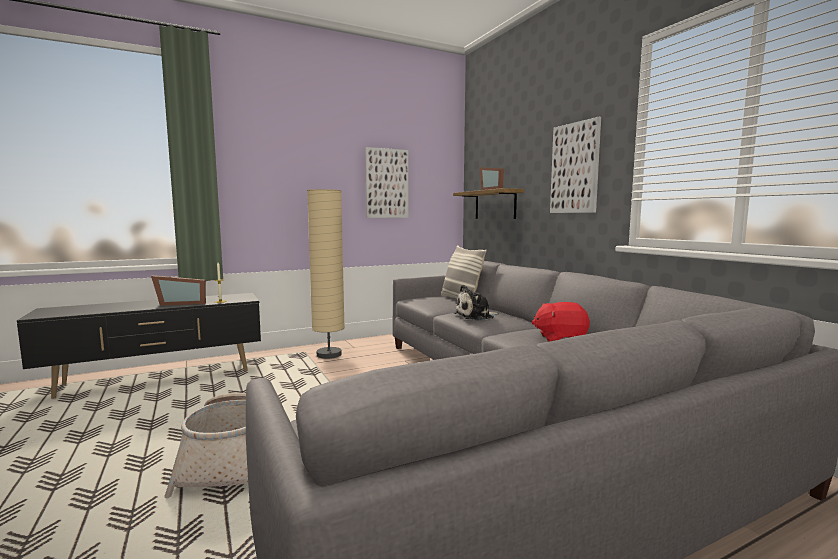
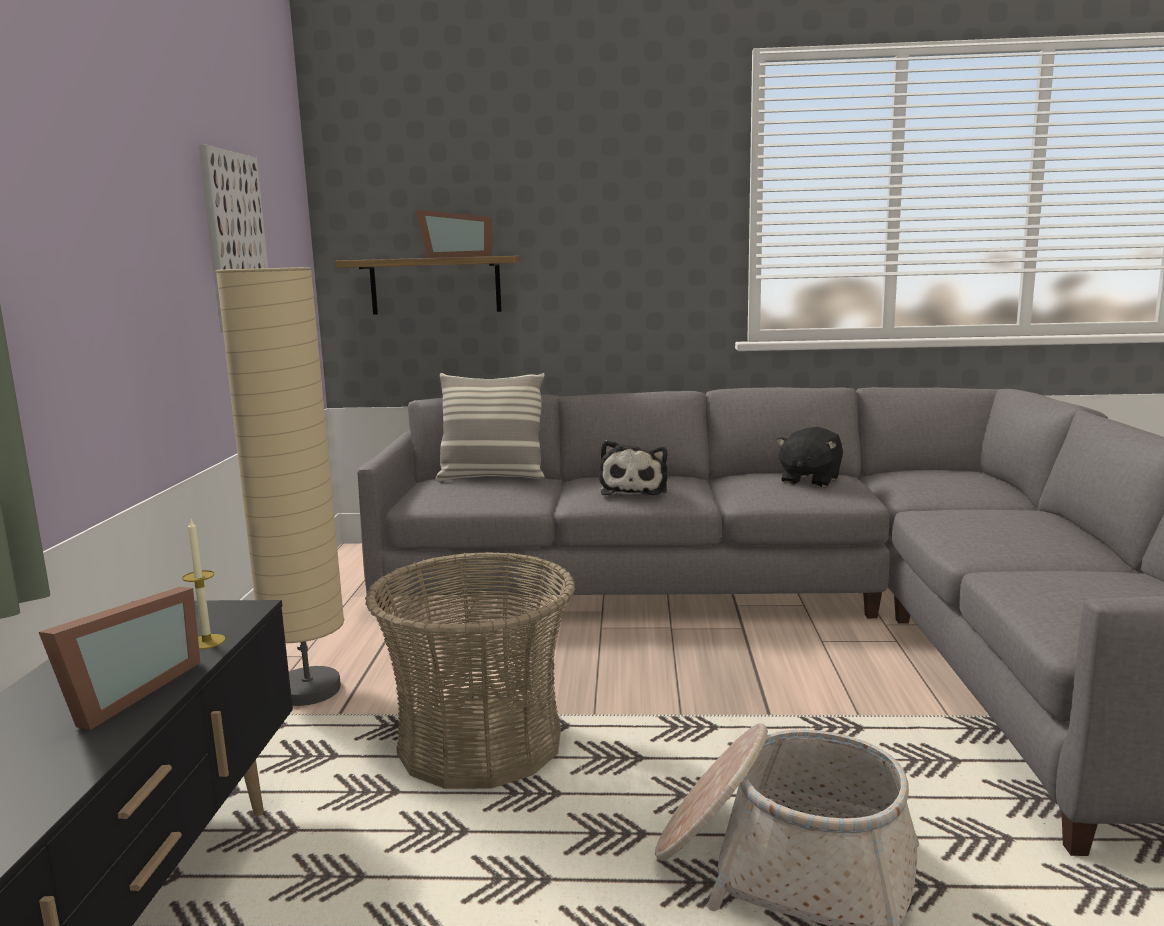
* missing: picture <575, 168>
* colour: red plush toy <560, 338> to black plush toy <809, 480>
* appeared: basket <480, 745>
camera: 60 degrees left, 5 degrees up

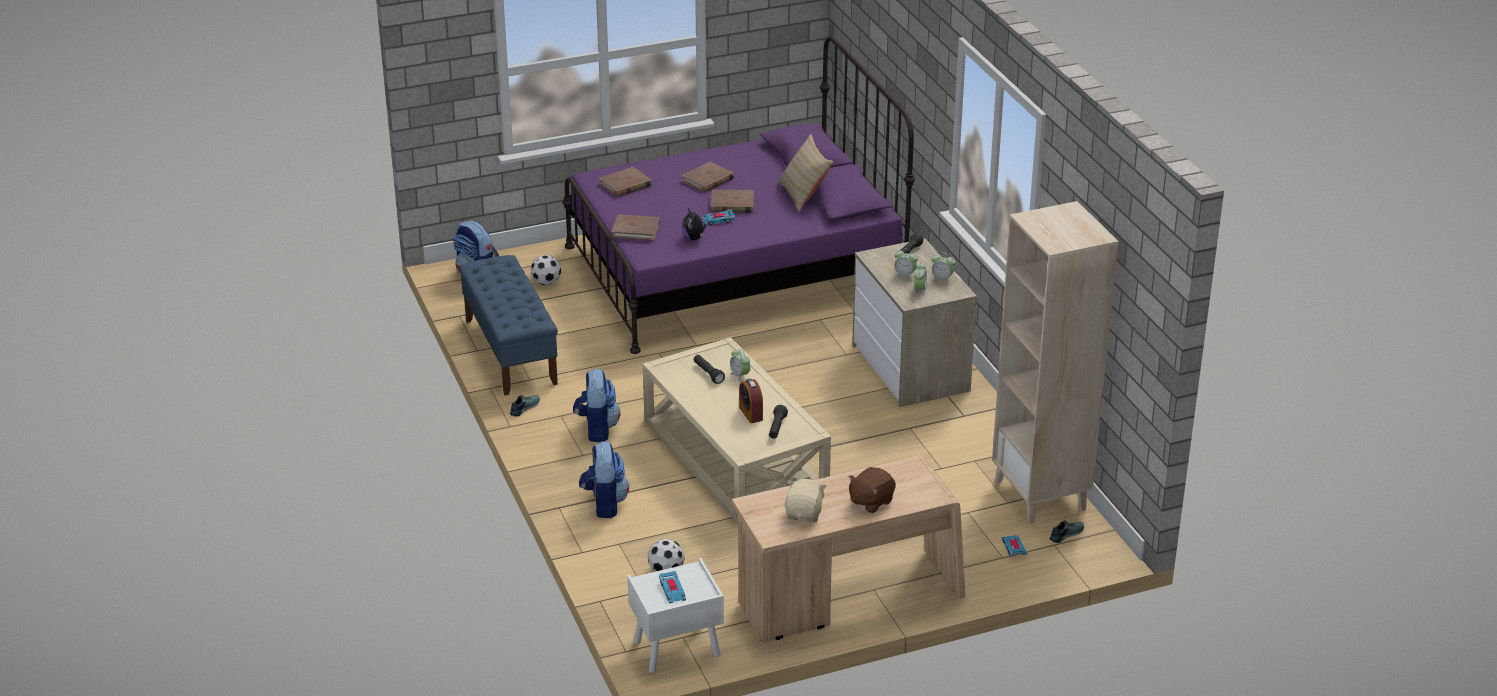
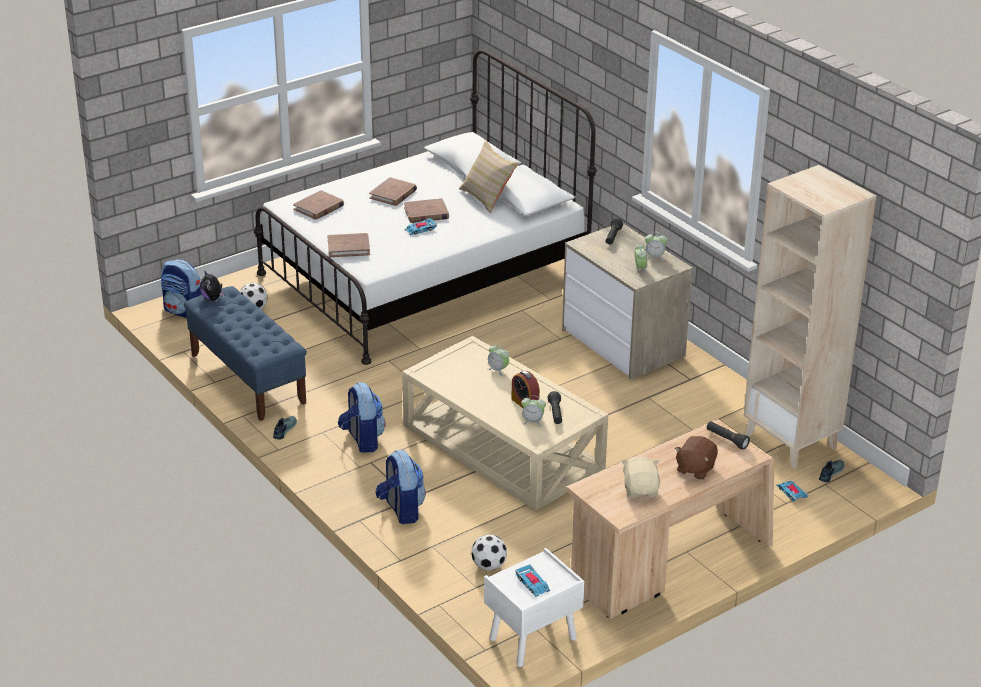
* colour: purple bed <734, 271> to white bed <424, 277>
* relocated: plush toy <694, 238> to <213, 298>
* relocated: alarm clock <905, 275> to <533, 421>
* relocated: black flashlight <708, 374> to <726, 440>
camera: 15 degrees left, 0 degrees up

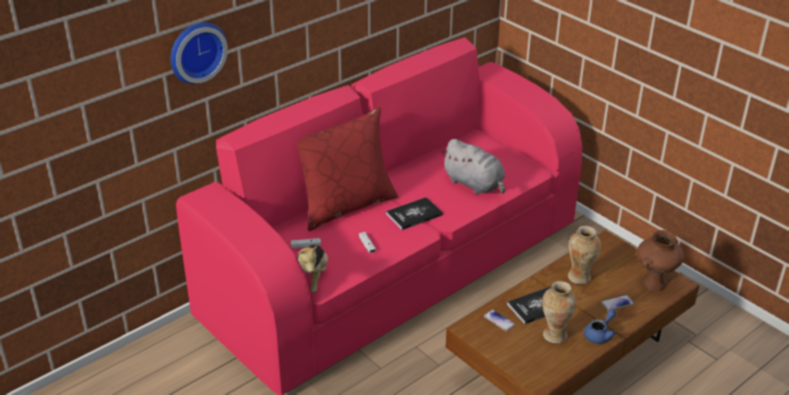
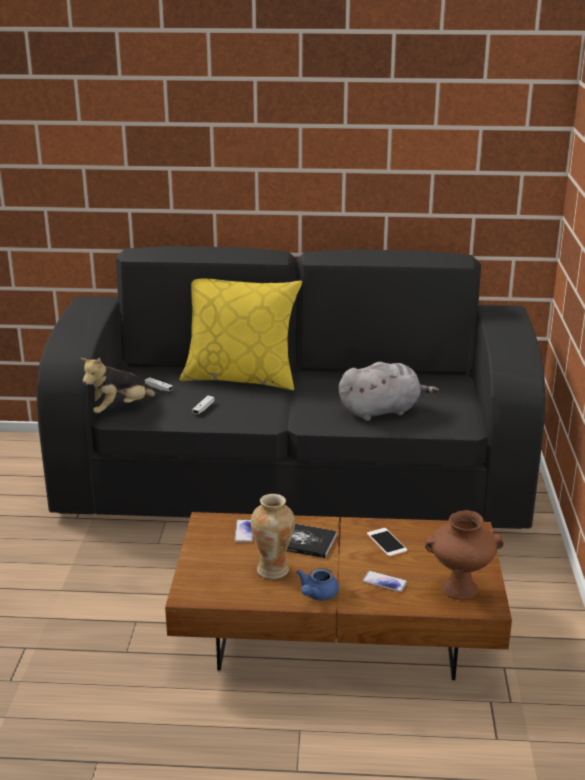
* missing: wall clock <196, 51>
* colour: pink sofa <394, 269> to black sofa <293, 483>
* colour: red pillow <345, 205> to yellow pillow <241, 378>
* spun: grey plush toy <475, 184> = <382, 411> 105 degrees counterclockwise
* missing: book <414, 214>
* exchanged: vase <580, 277> to phone <386, 542>
* spun: blue teapot <600, 334> = <317, 595> 120 degrees clockwise
camera: 45 degrees right, 10 degrees down

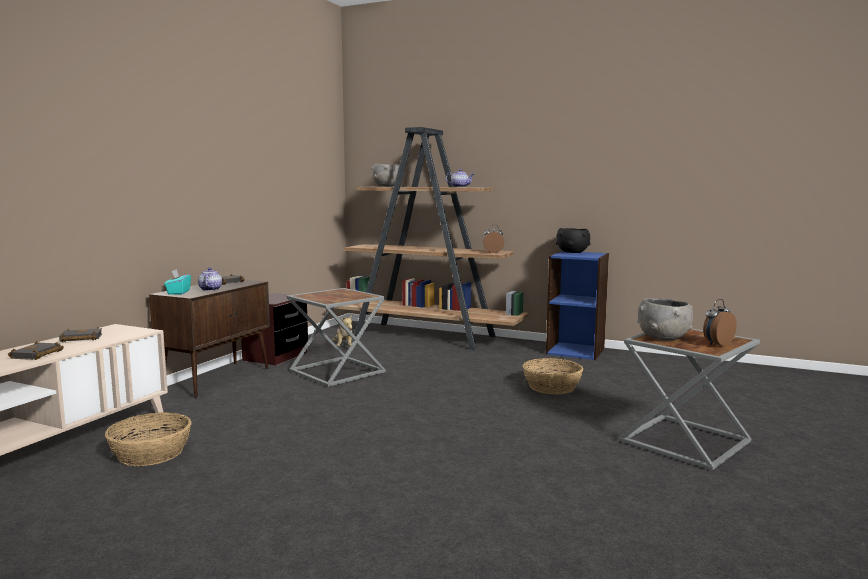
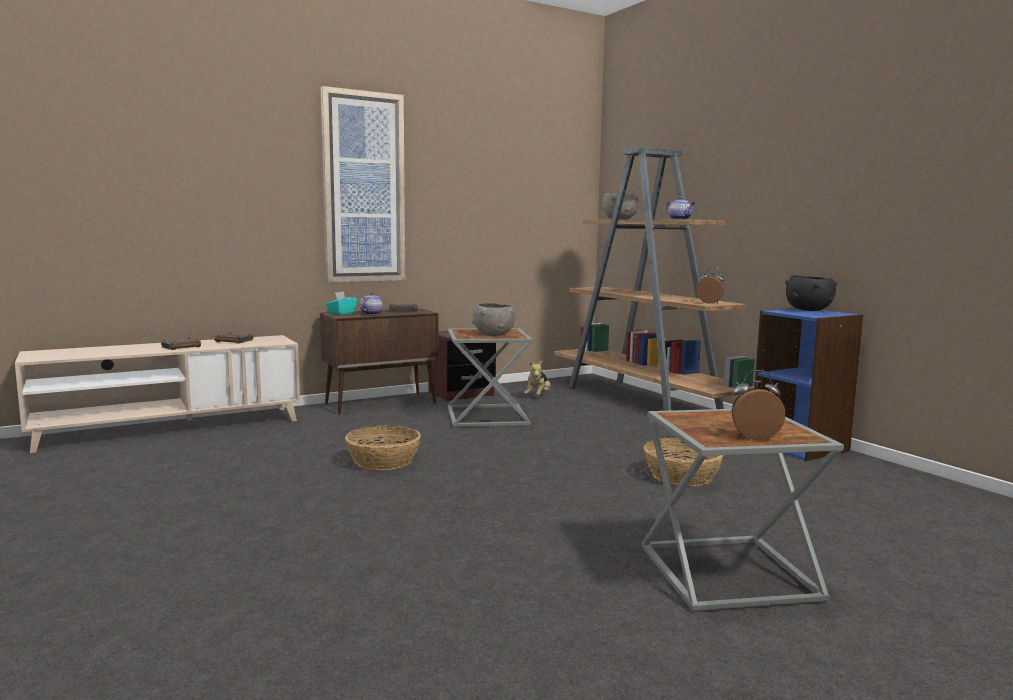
* relocated: grey bowl <663, 338> to <494, 334>
* relocated: basket <151, 454> to <383, 461>
* appeared: picture <363, 188>
camera: 35 degrees right, 0 degrees up

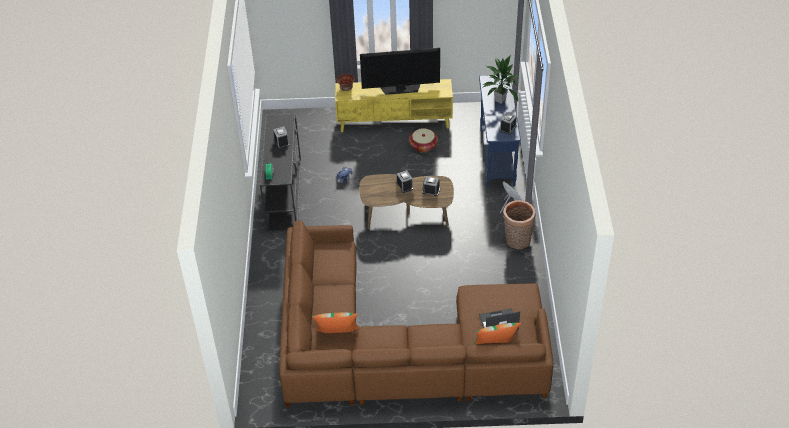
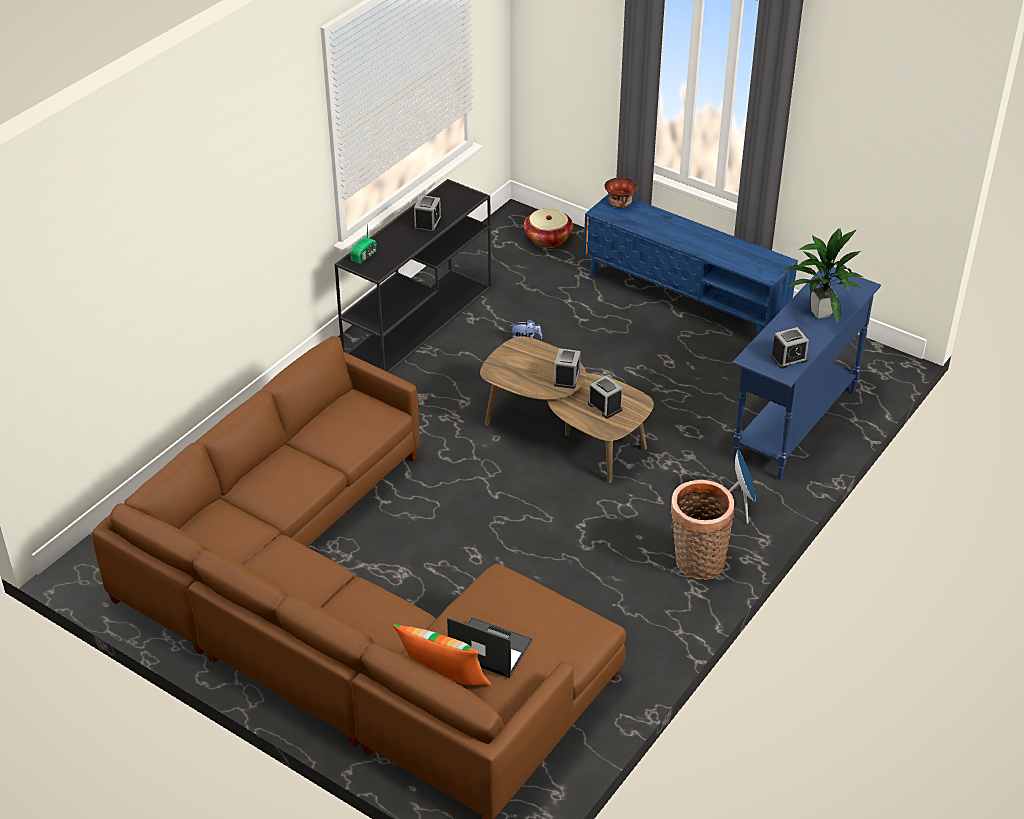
* missing: television <400, 88>
* colour: yellow tv stand <395, 121> to blue tv stand <685, 299>
* relocated: basket <423, 146> to <548, 238>
* missing: pillow <337, 335>
camera: 35 degrees right, 5 degrees down

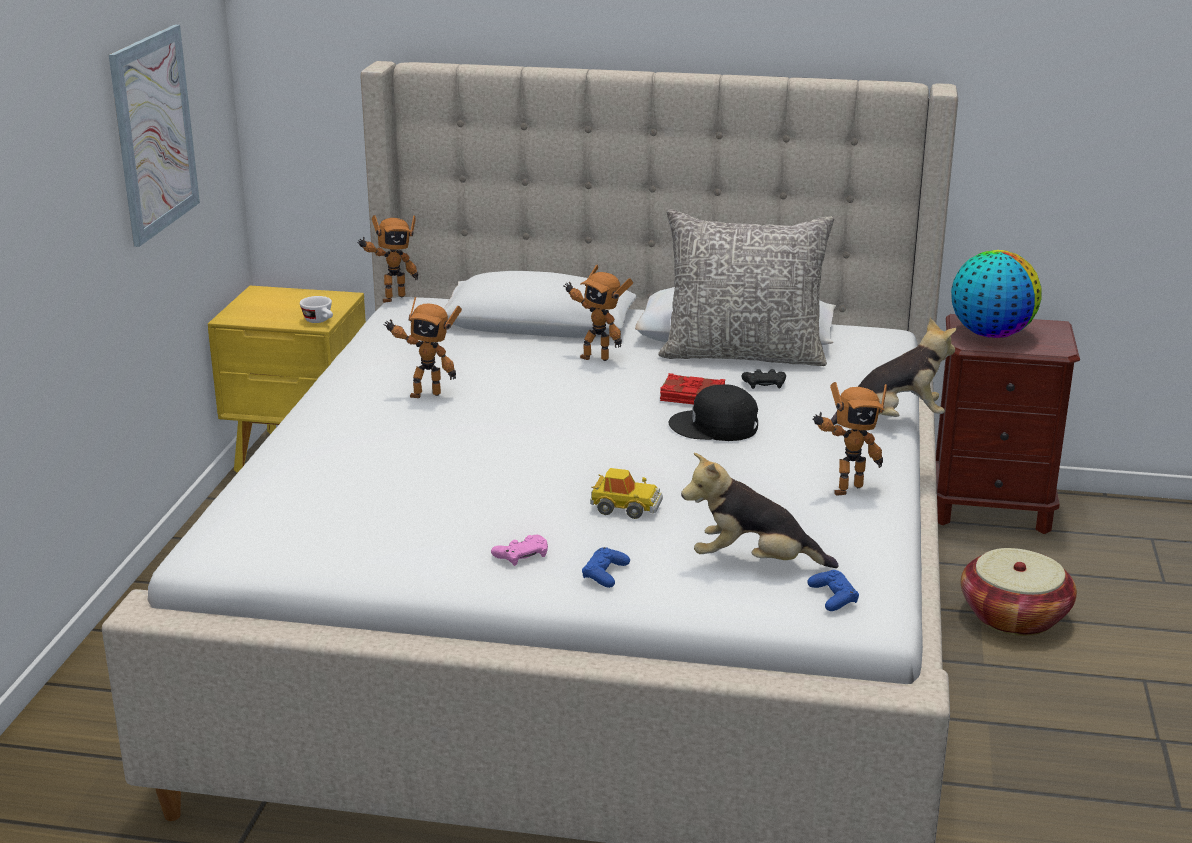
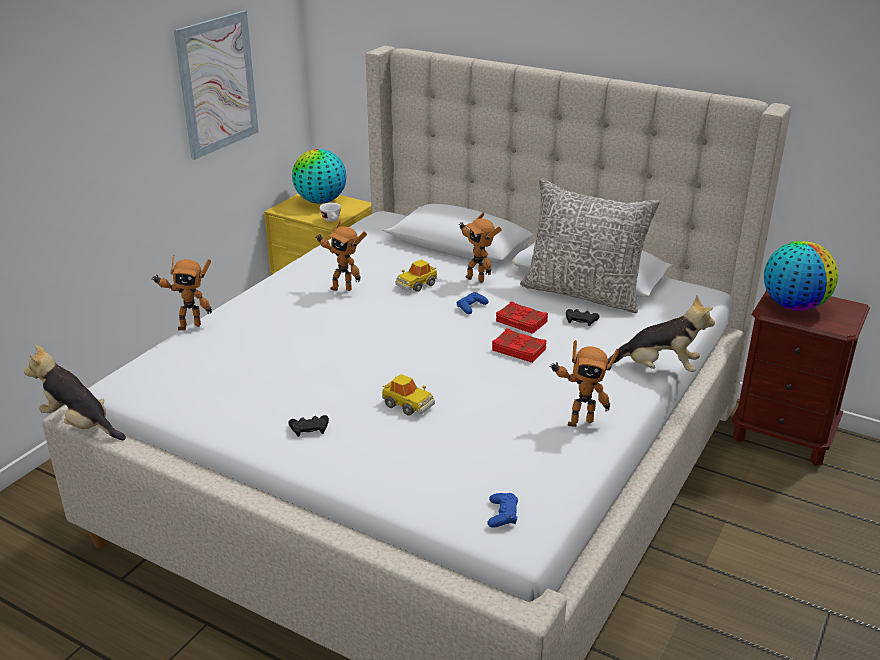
* relocated: toy robot <391, 298> to <189, 326>
* exchanged: black cap <714, 426> to red book <519, 349>
* relocated: plush toy <754, 563> to <80, 425>
* colour: pink game controller <521, 555> to black game controller <309, 429>
* relocated: blue game controller <605, 573> to <471, 307>
* missing: basket <1014, 616>
* appeared: globe <320, 201>
* appeared: toy car <417, 285>
camera: 20 degrees right, 5 degrees up

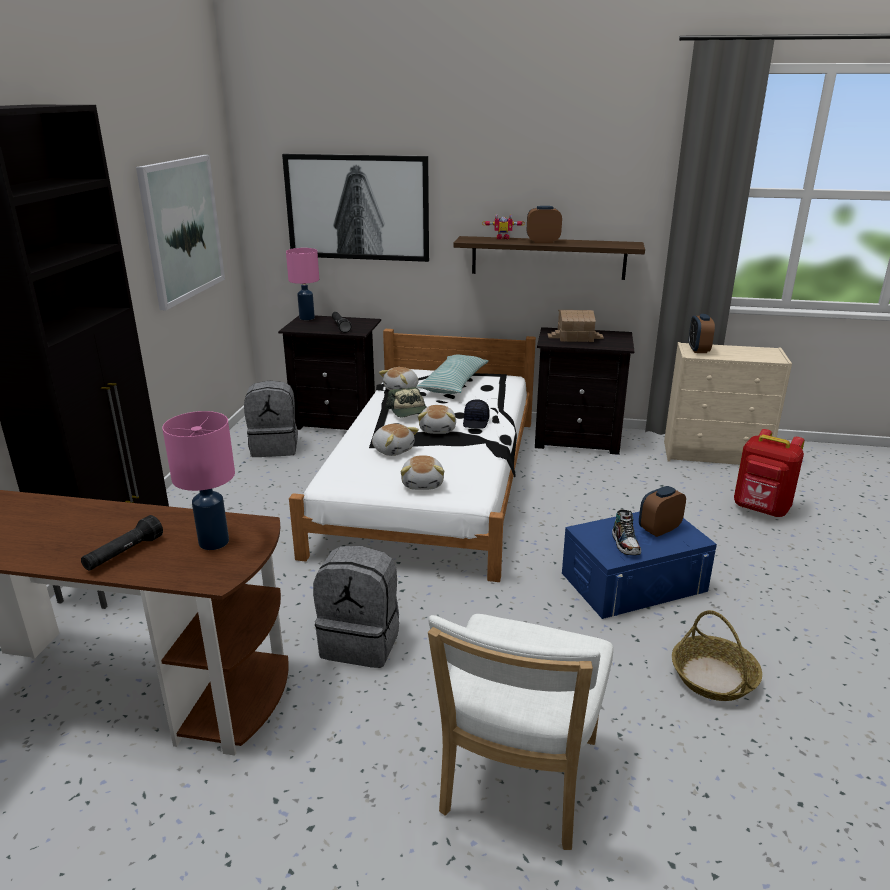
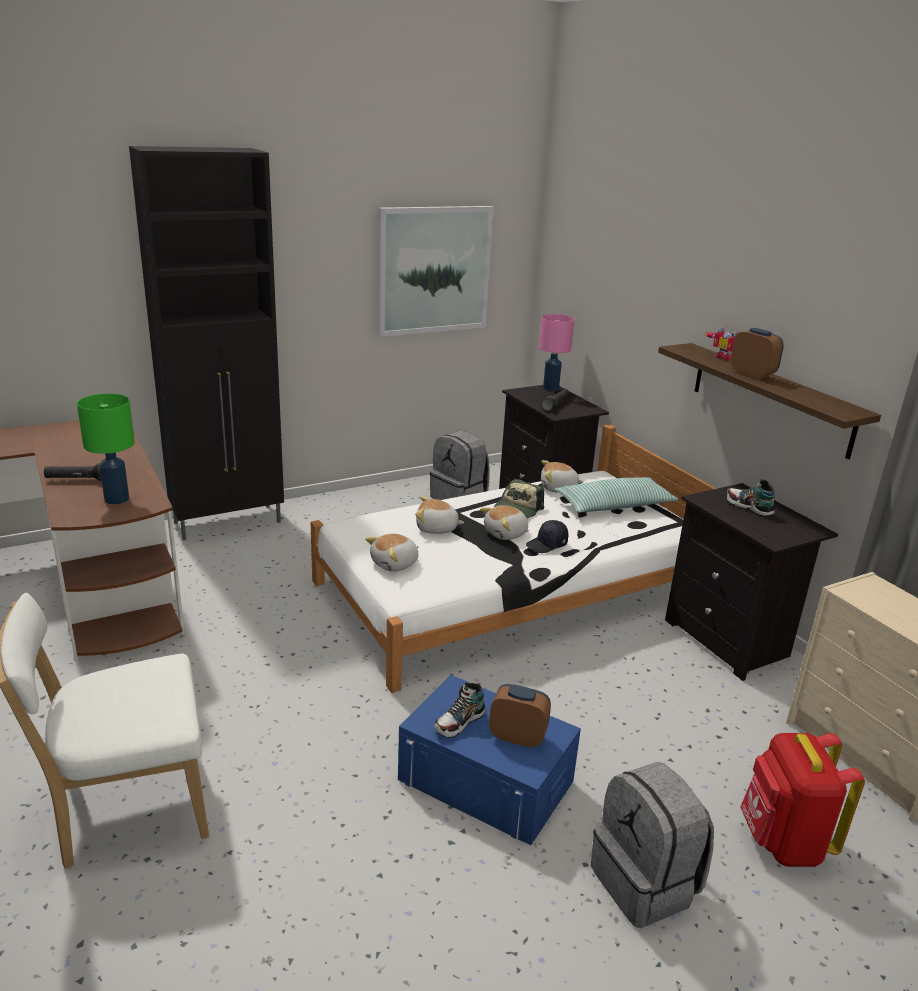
* missing: picture <357, 208>
* exchanged: toy house <575, 337> to shoe <749, 507>
* missing: alarm clock <698, 350>
* colour: pink table lamp <215, 542> to green table lamp <117, 499>
* spun: plush toy <393, 450> = <436, 529> 90 degrees clockwise
* relocated: grey backpack <361, 642> to <646, 883>
* missing: basket <714, 678>
camera: 50 degrees right, 0 degrees up

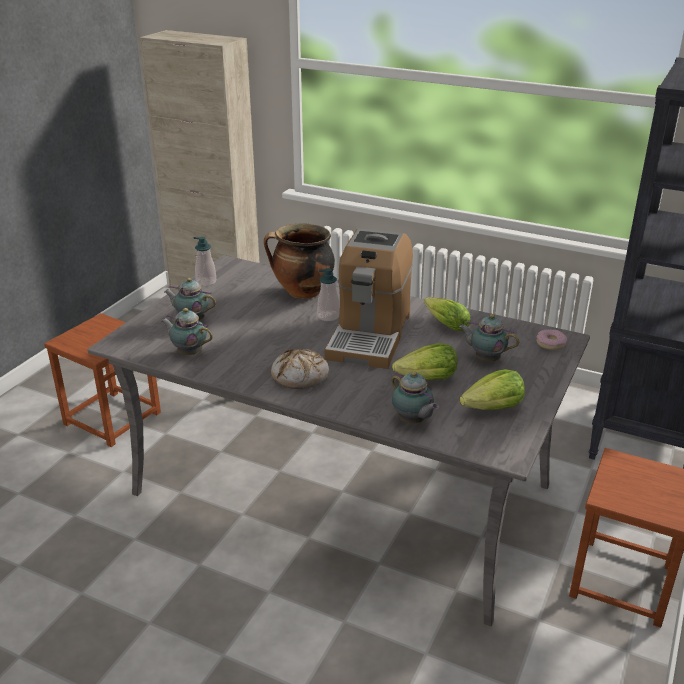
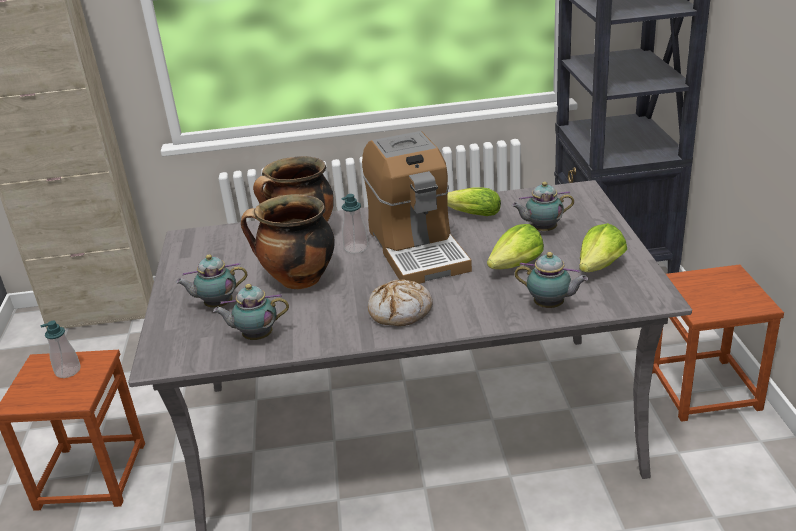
* relocated: soap dispenser <206, 282> to <68, 371>
* missing: donut <550, 343>
* appeared: cooking pot <298, 281>
camera: 30 degrees left, 0 degrees up

